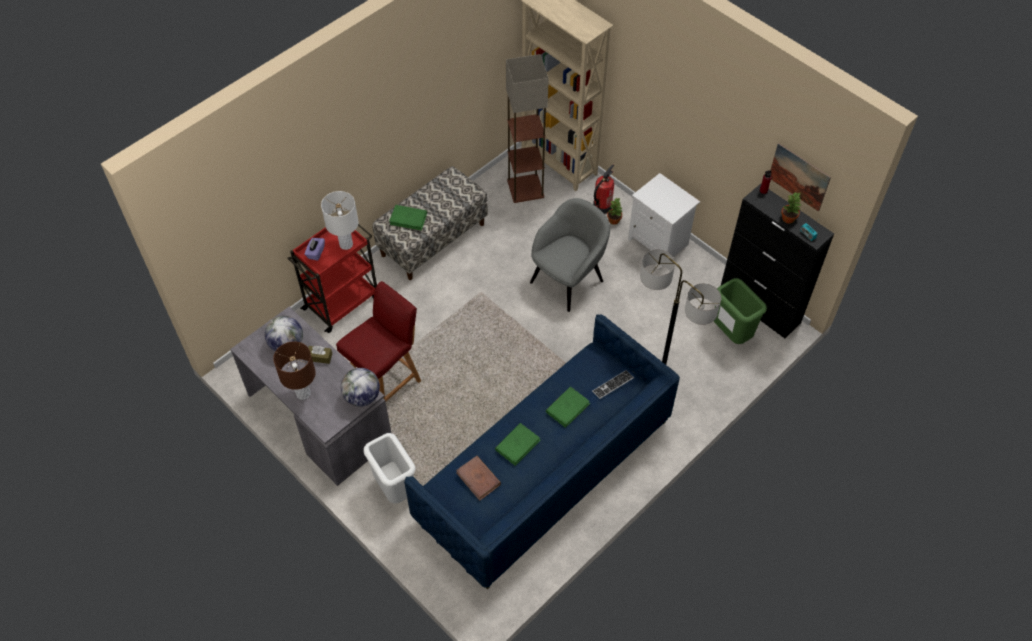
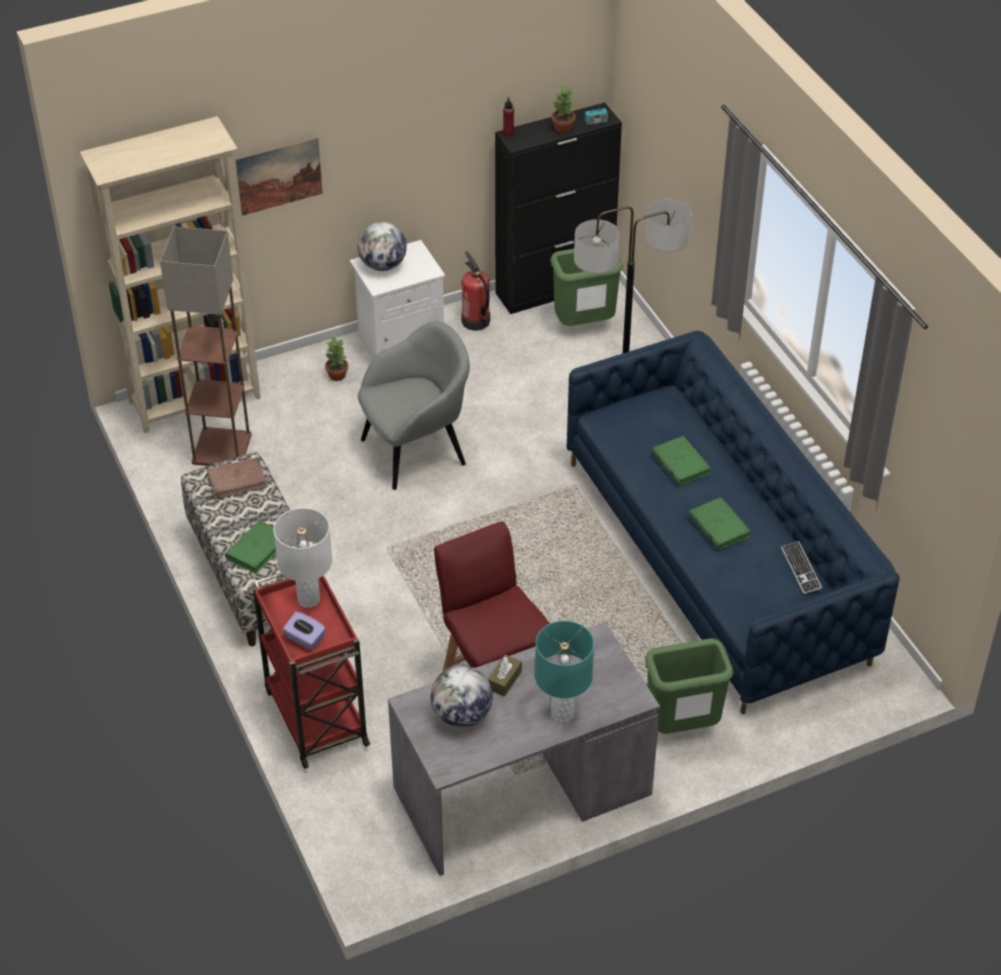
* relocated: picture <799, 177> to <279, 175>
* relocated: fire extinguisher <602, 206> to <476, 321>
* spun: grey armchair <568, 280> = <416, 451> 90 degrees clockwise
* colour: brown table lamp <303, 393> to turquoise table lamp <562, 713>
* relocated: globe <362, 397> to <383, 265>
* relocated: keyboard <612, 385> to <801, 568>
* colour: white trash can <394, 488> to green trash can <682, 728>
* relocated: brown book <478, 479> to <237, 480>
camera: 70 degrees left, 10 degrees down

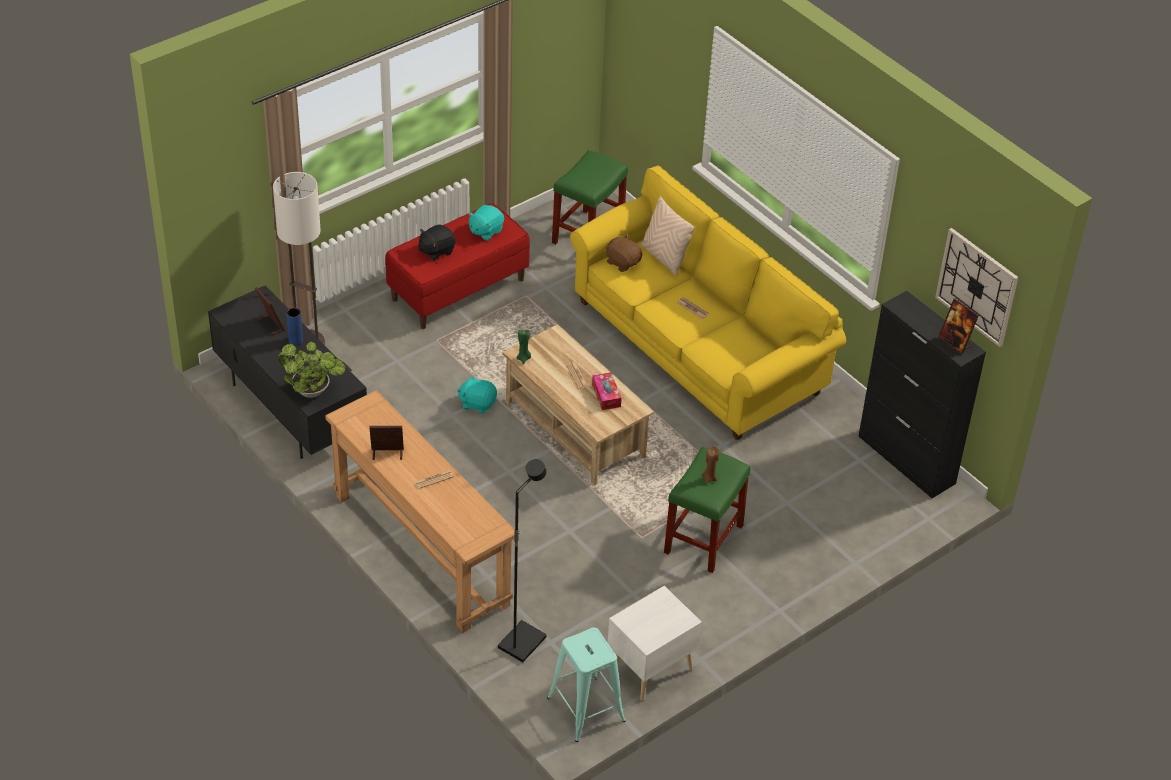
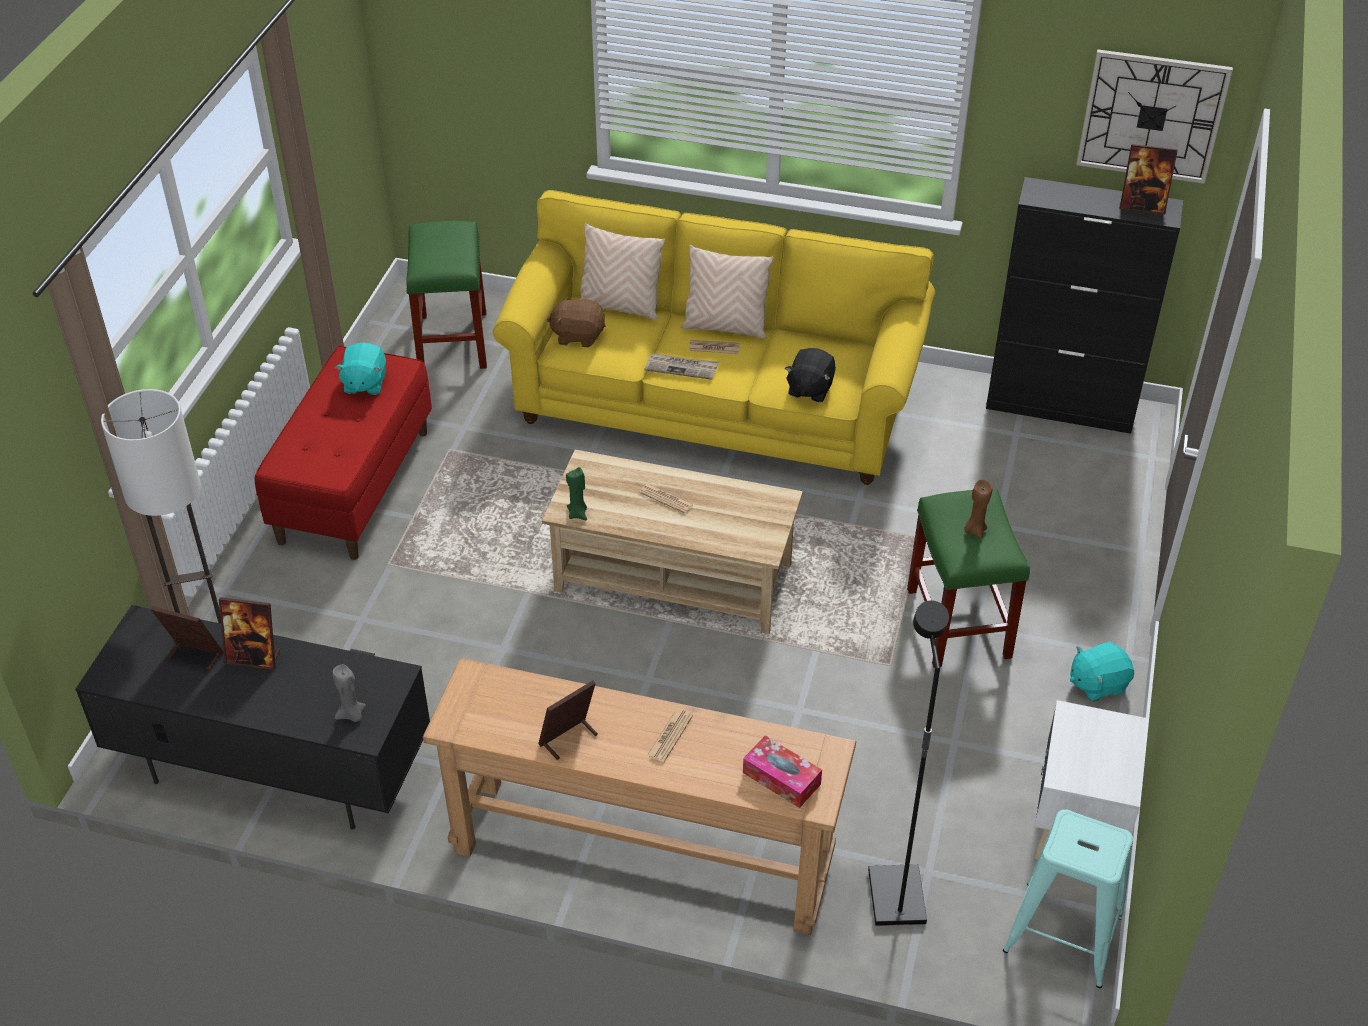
* relocated: black plush toy <436, 251> to <809, 389>
* exchanged: blue vase <295, 340> to picture frame <254, 657>
* exchanged: potted plant <314, 391> to grey candle <352, 715>
* relocated: tissue box <606, 395> to <781, 778>
* relocated: turquoise plush toy <477, 403> to <1097, 683>
* appeared: beige pillow <725, 327>
* appeared: newspaper <682, 368>
camera: 35 degrees left, 0 degrees up

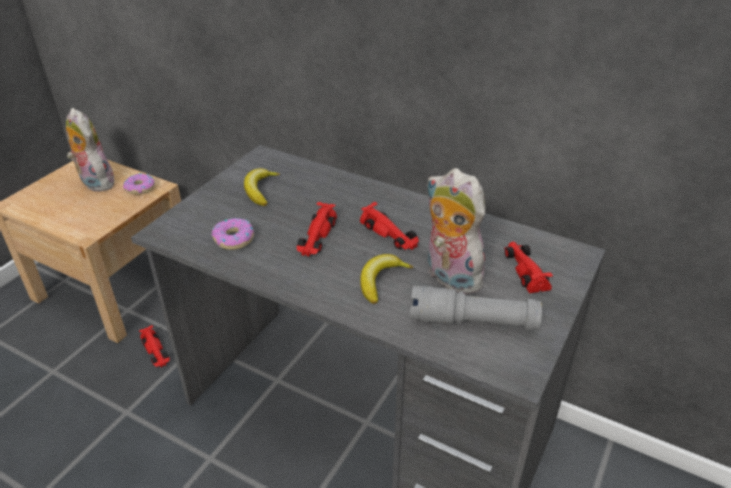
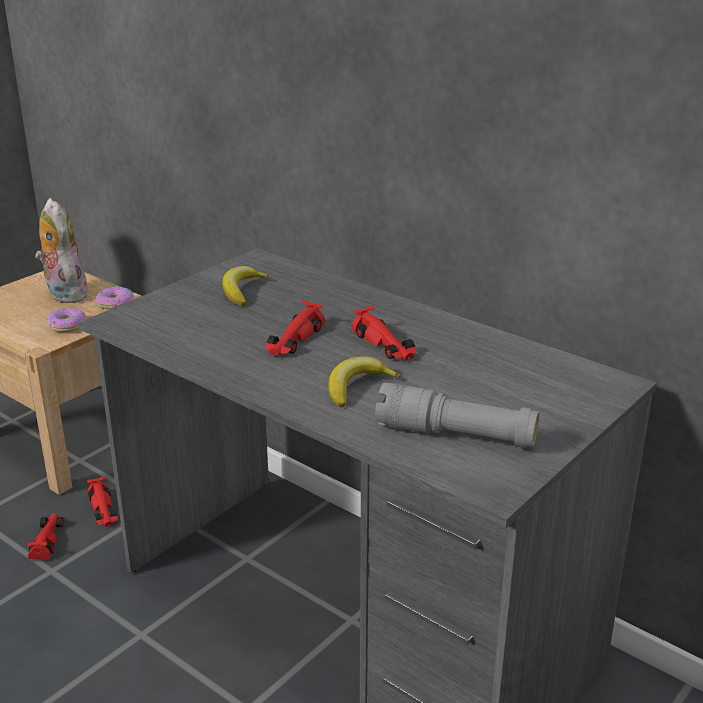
* missing: plush toy <448, 277>
* relocated: donut <233, 239> to <67, 325>
* relocated: red toy car <525, 269> to <47, 539>
camera: 10 degrees right, 10 degrees down

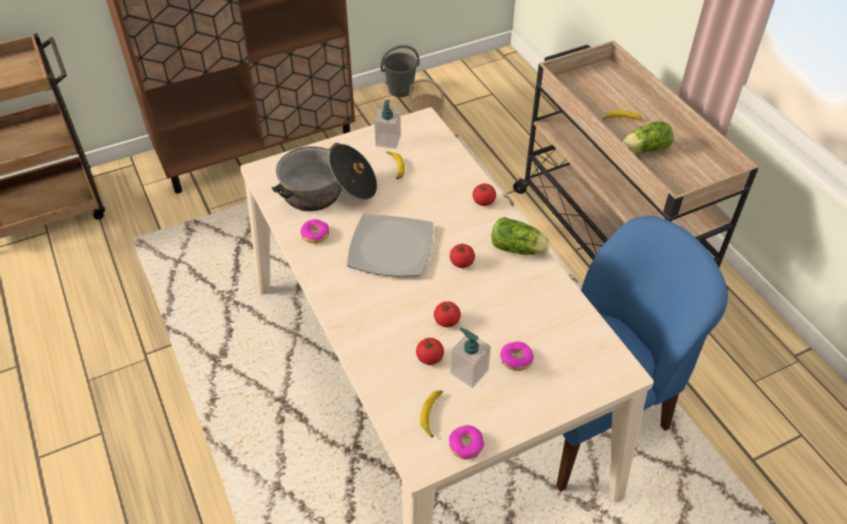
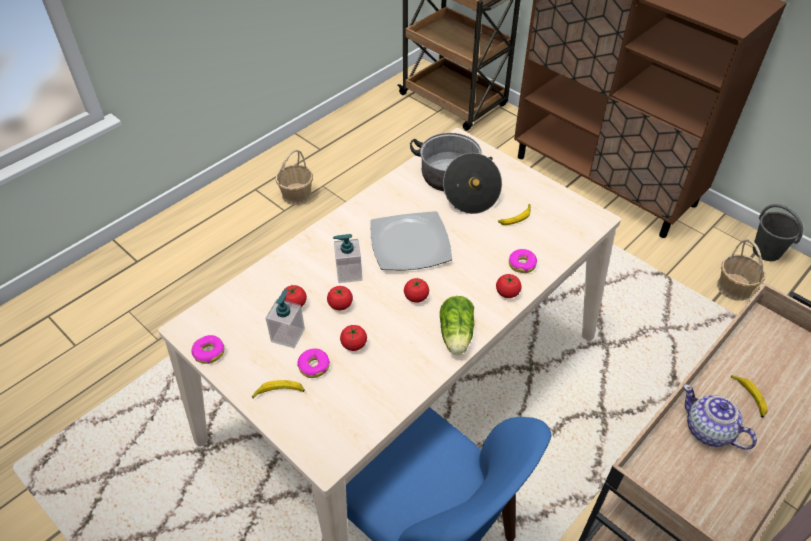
* relocated: soap dispenser <388, 141> to <349, 273>
* exchanged: lettuce <644, 149> to teapot <709, 431>
* relocated: donut <315, 235> to <522, 264>
* relocated: banana <432, 414> to <279, 392>
* appeared: basket <297, 194>
* appeared: tomato <354, 344>
camera: 70 degrees right, 0 degrees up

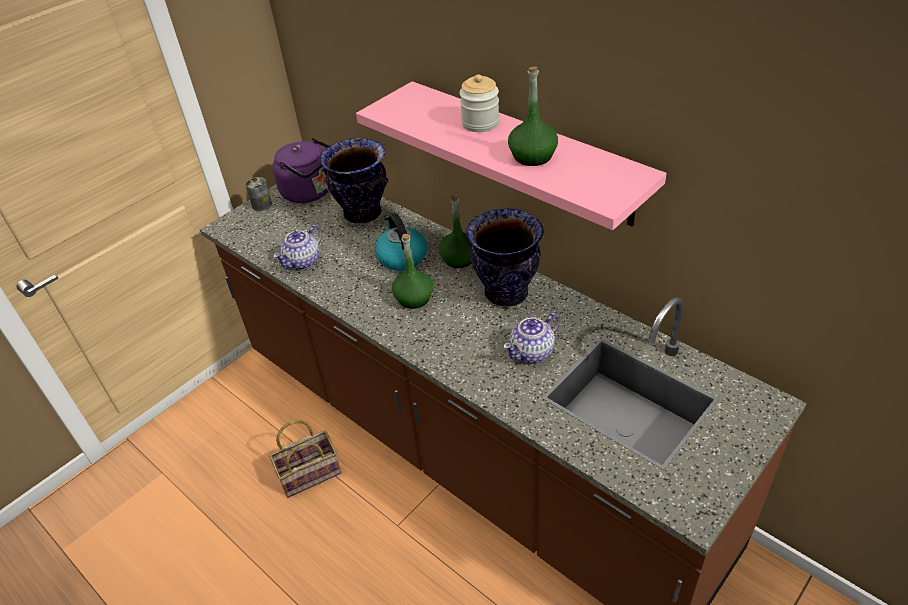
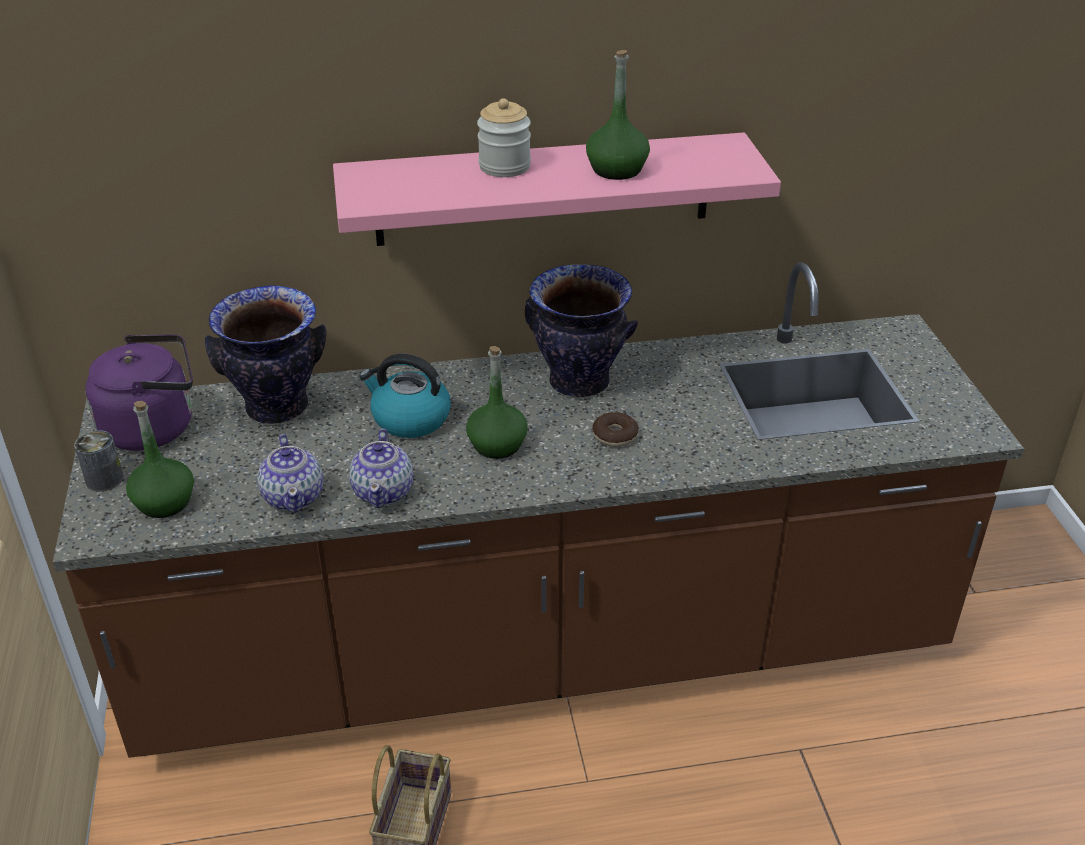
* relocated: green bottle <459, 259> to <165, 502>
* relocated: teapot <532, 352> to <384, 491>
* appeared: donut <615, 436>
camera: 55 degrees left, 5 degrees down

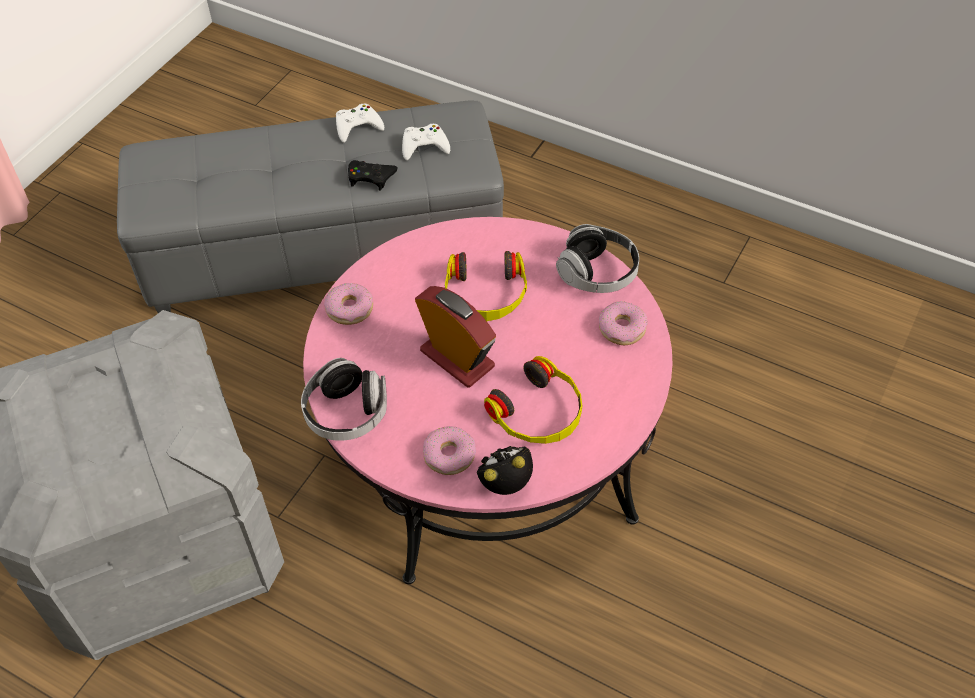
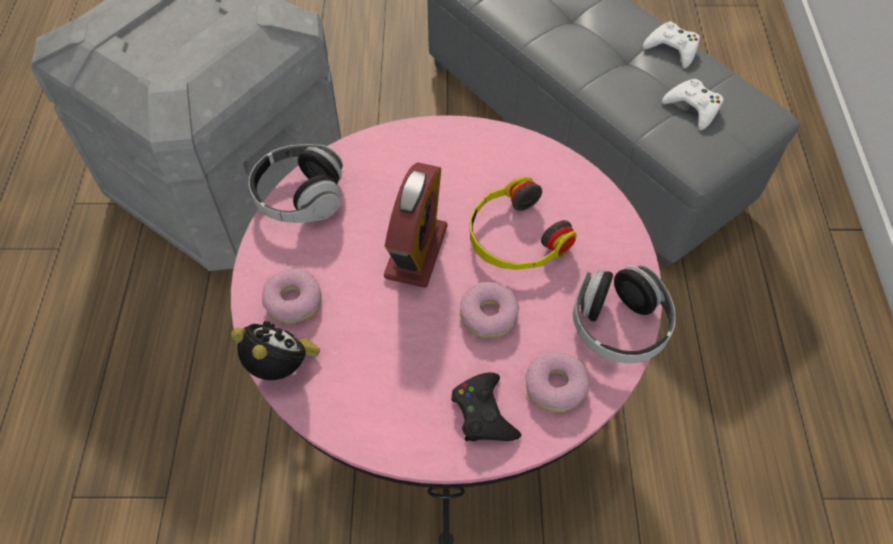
* relocated: black game controller <370, 177> to <483, 413>
* relocated: donut <349, 309> to <488, 315>
* missing: headphones <538, 413>
camera: 60 degrees right, 5 degrees up

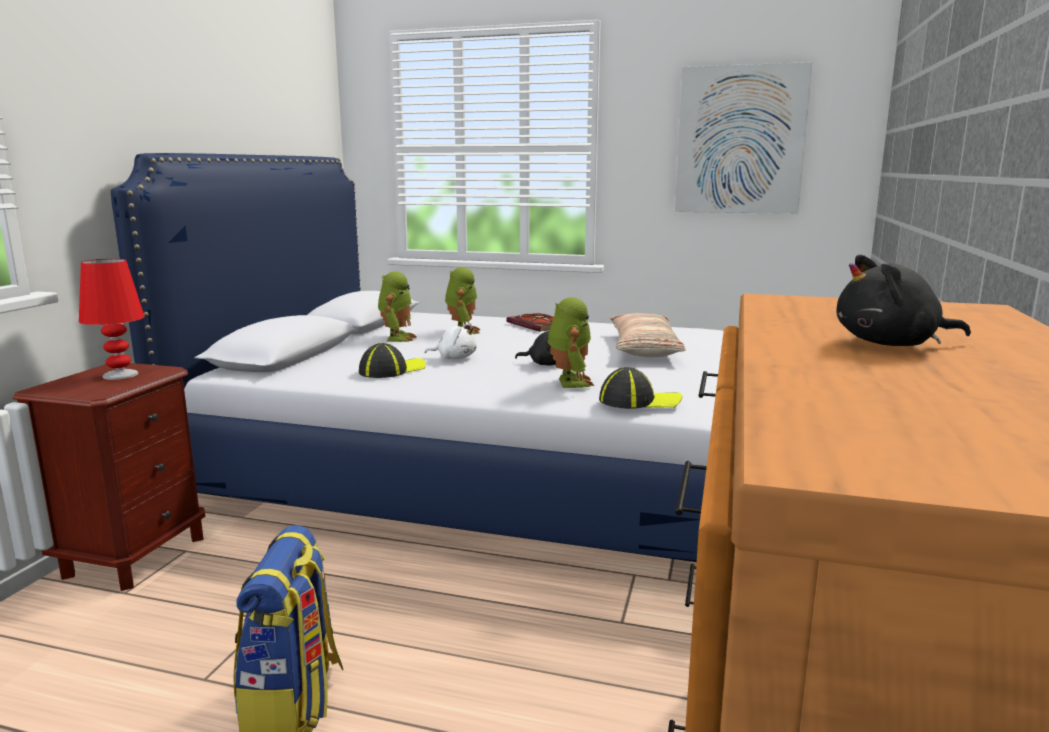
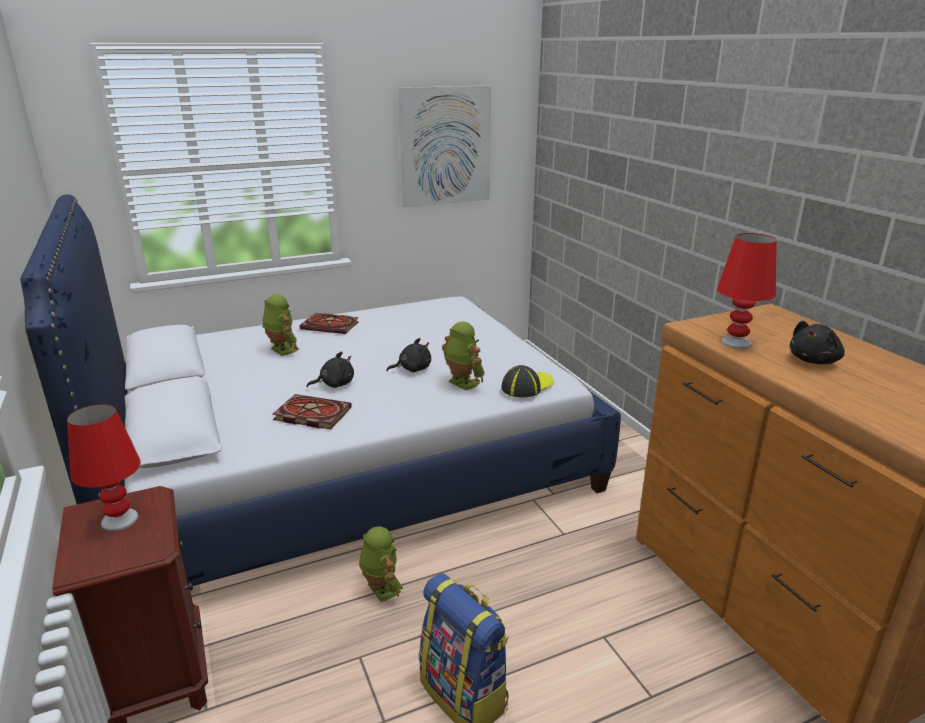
* relocated: toy robot <397, 338> to <380, 589>
* missing: pillow <643, 348>
* colour: white plush toy <454, 358> to black plush toy <334, 384>
* exchanged: cap <392, 370> to book <310, 414>
* appeared: red table lamp <736, 342>
camera: 40 degrees left, 10 degrees up

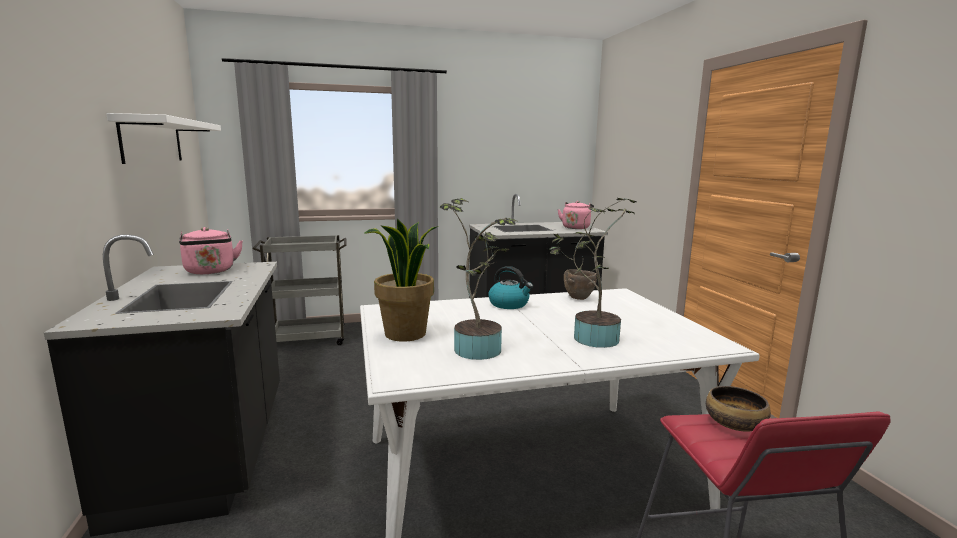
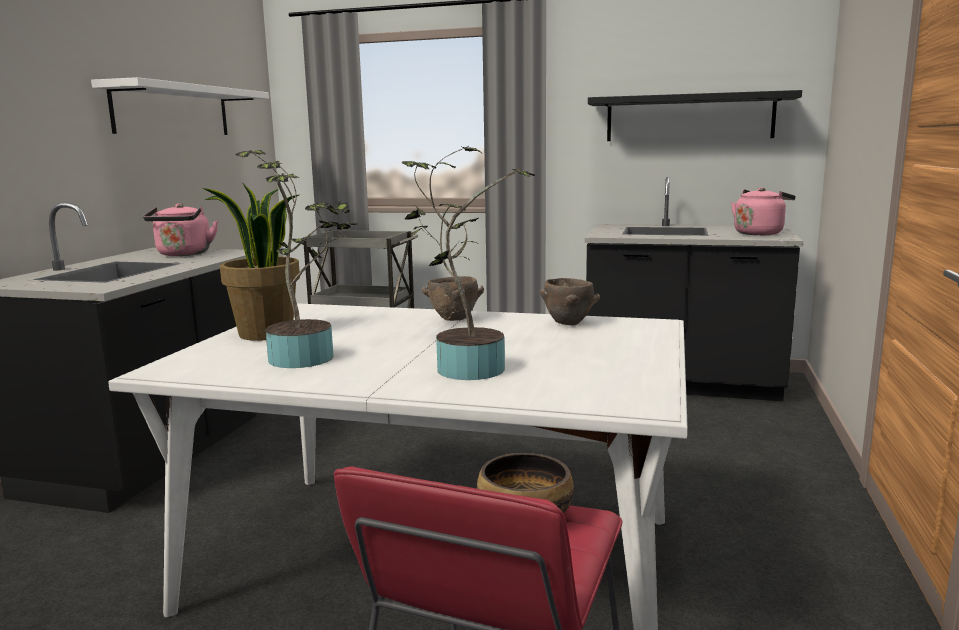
* exchanged: kettle <509, 304> to brown bowl <455, 320>
* appeared: black shelf <689, 118>
camera: 30 degrees right, 0 degrees up

